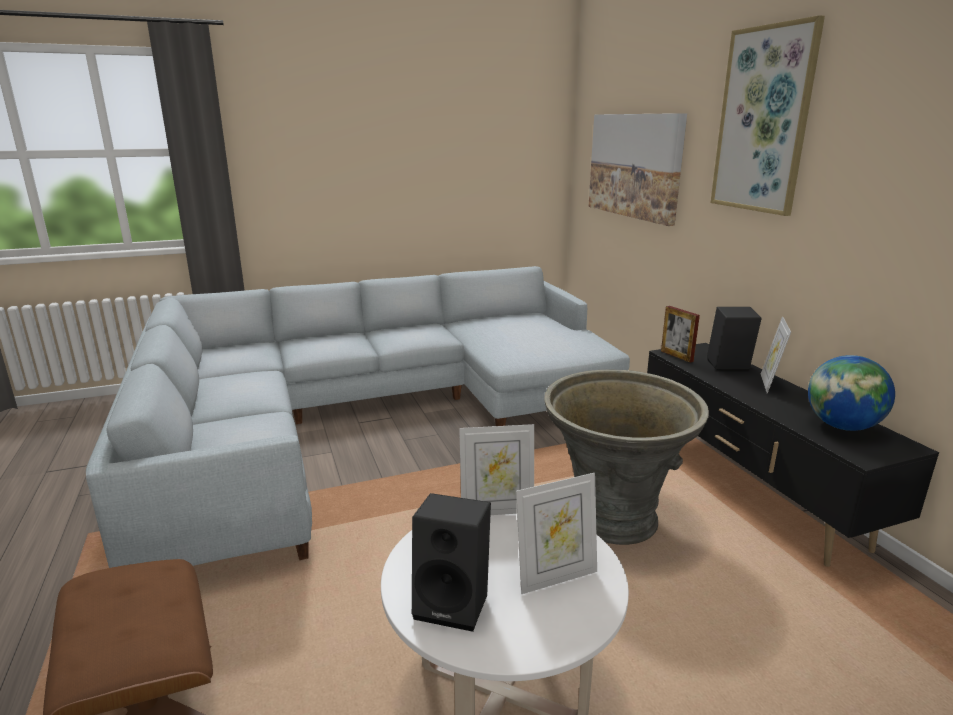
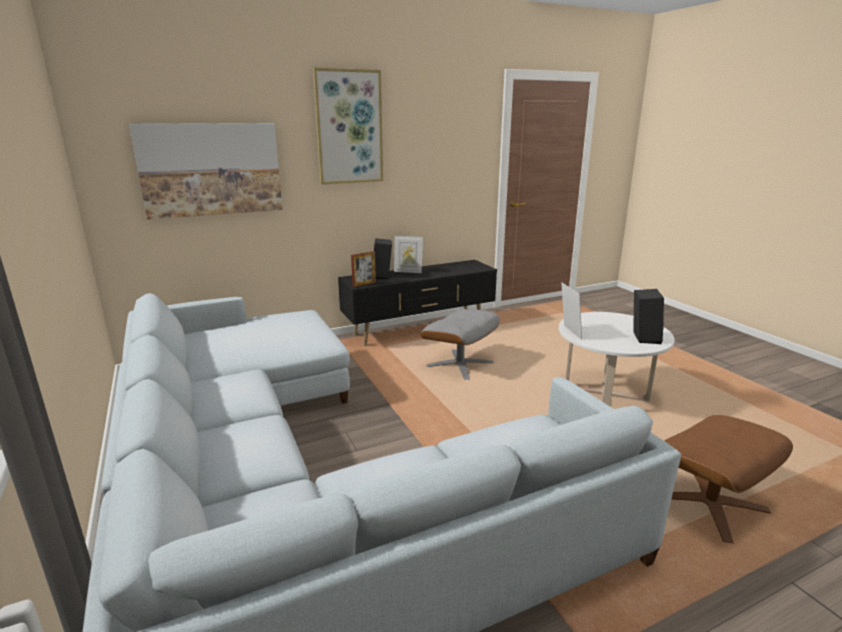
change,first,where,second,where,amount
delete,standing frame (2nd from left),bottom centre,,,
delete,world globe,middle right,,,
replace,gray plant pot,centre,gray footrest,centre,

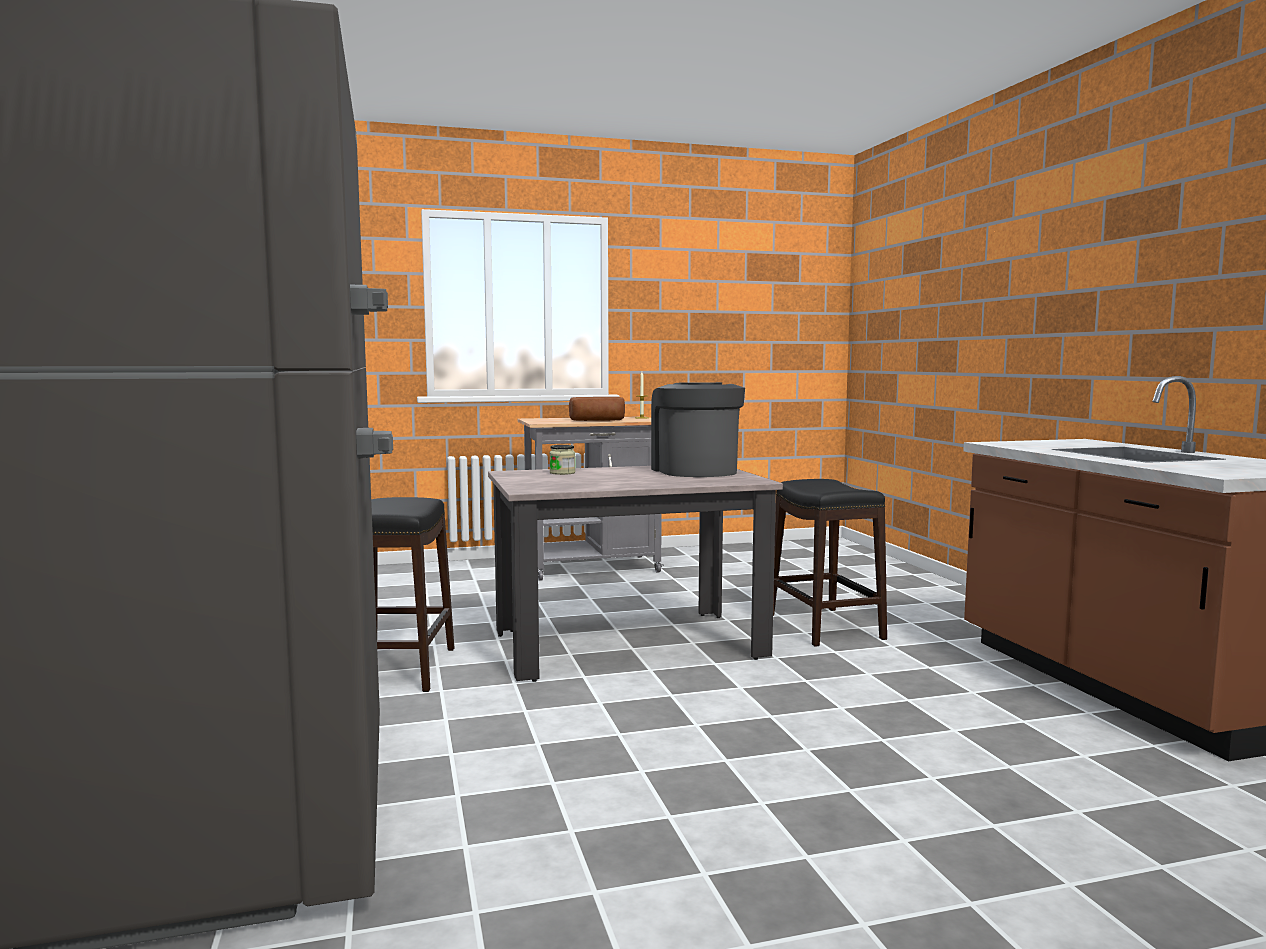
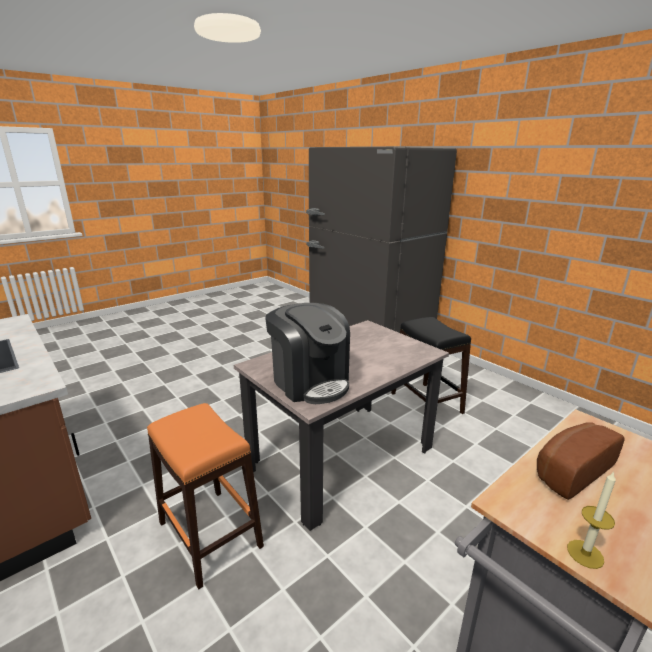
change,first,where,second,where,amount
delete,jar,centre,,,
recolor,blackish sitting stool (2nd from left),centre,orangey sitting stool,bottom left,

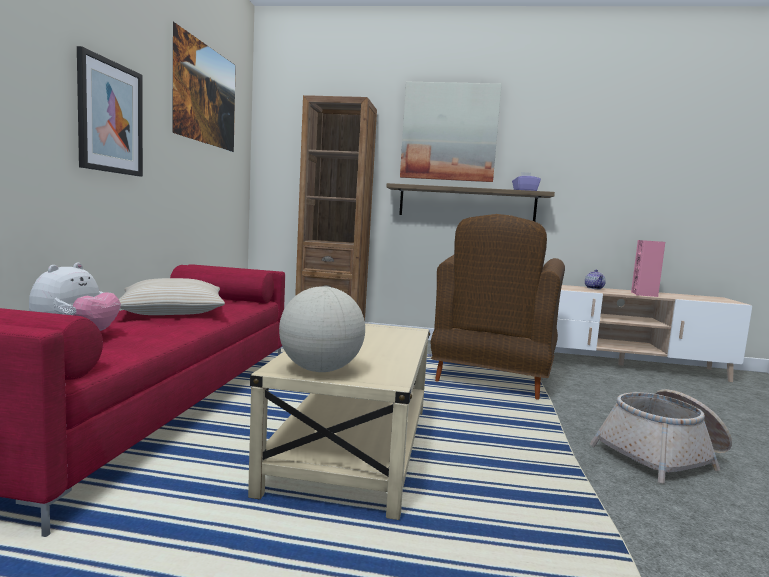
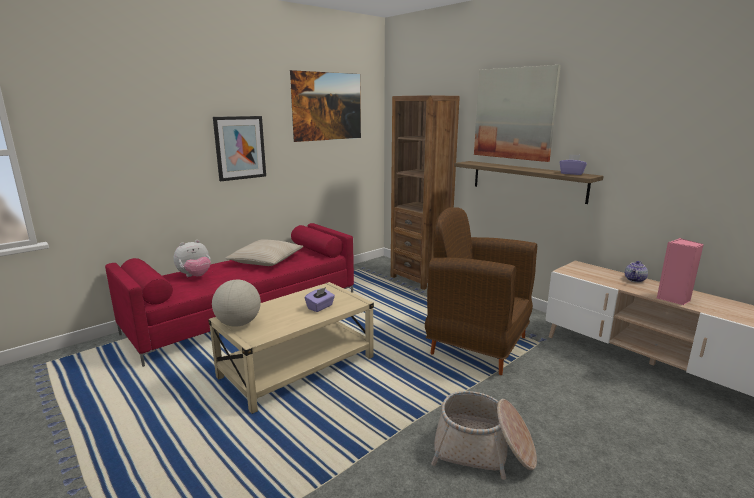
change,first,where,second,where,amount
insert,,,purple-coloured tissue box (1st from left),centre,
rotate,brown armchair,centre,,centre,60 degrees clockwise

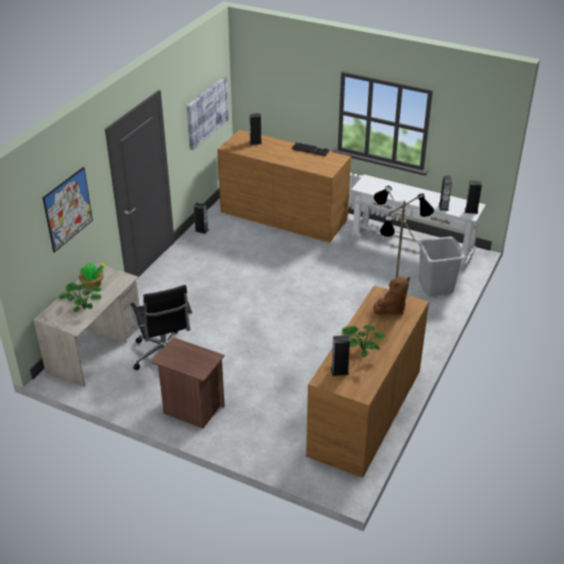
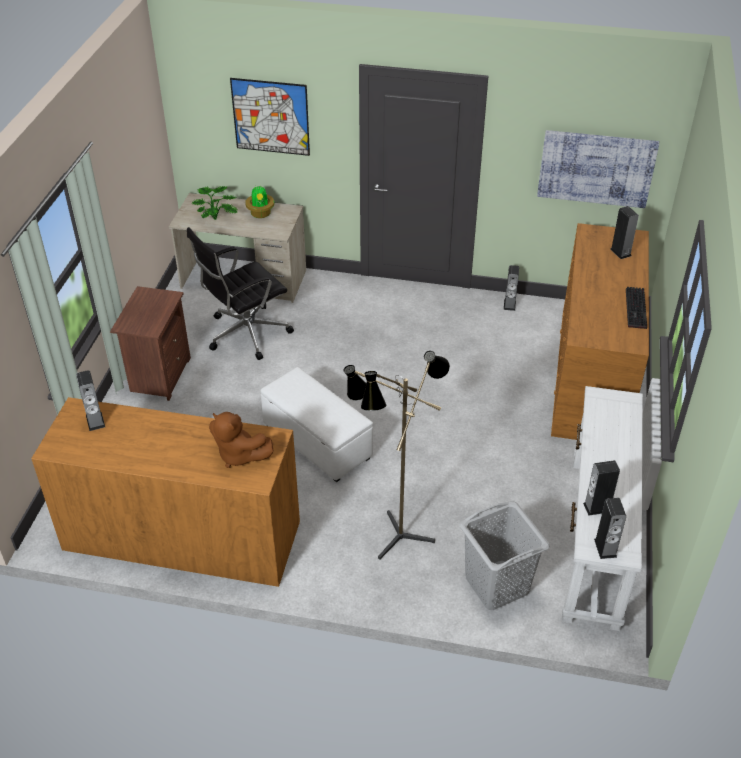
change,first,where,second,where,amount
delete,houseplant (3rd from left),centre,,,
insert,,,white-coloured footrest,centre,

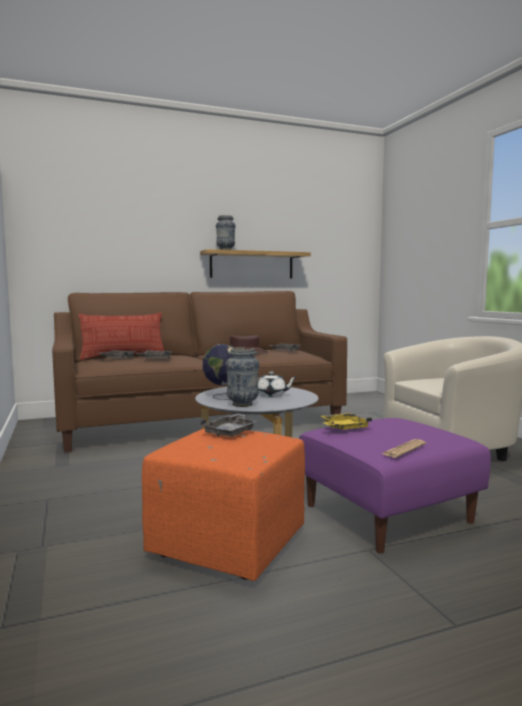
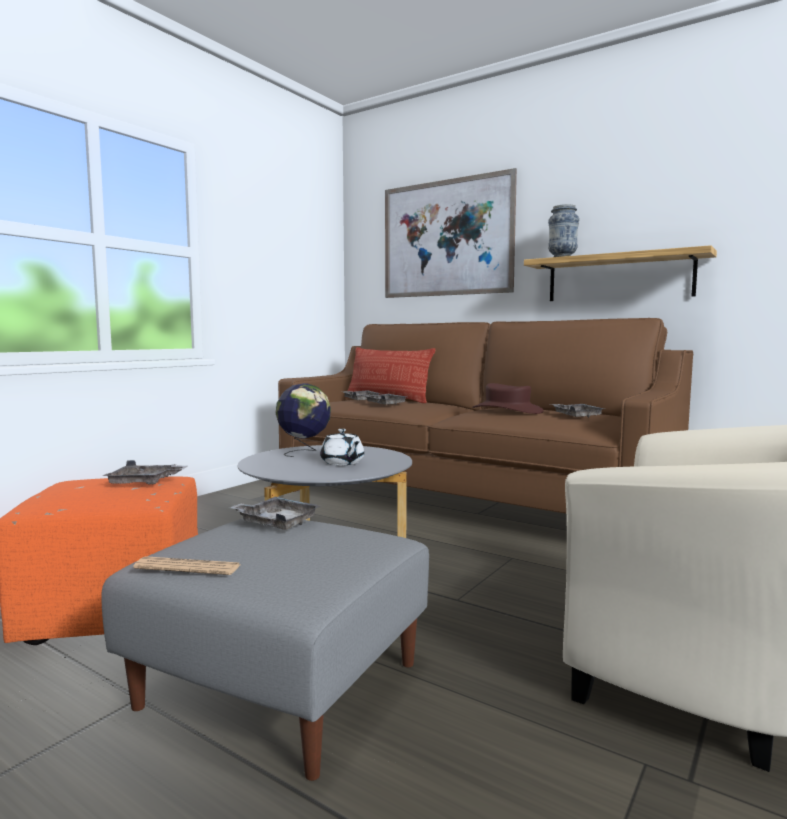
change,first,where,second,where,amount
delete,vase (2nd from left),centre,,,
insert,,,wall picture,top centre,
recolor,purple-coloured footrest,bottom right,gray footrest,bottom centre,
recolor,yellowish tray,centre,gray tray (2nd from left),centre,

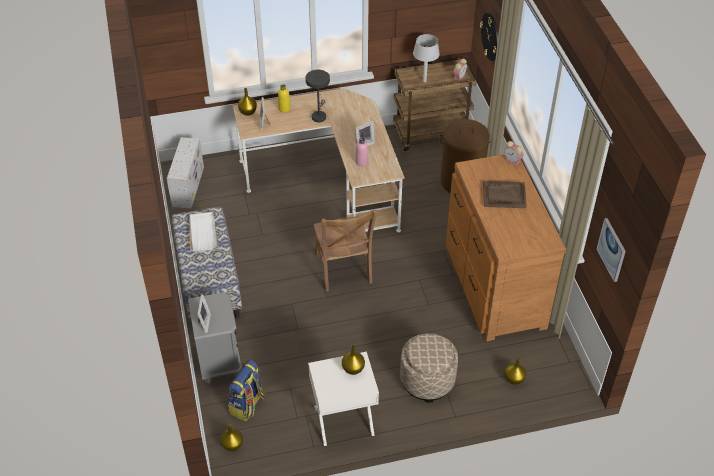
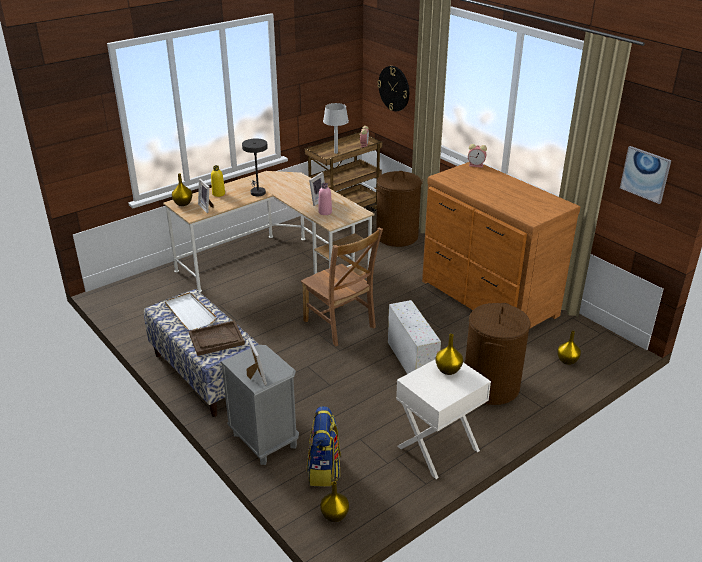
change,first,where,second,where,amount
move,white-coloured storage bin,middle left,,centre,
move,brown tray,middle right,,middle left,
replace,beige-coloured footrest,bottom centre,brown hamper (2nd from left),middle right,

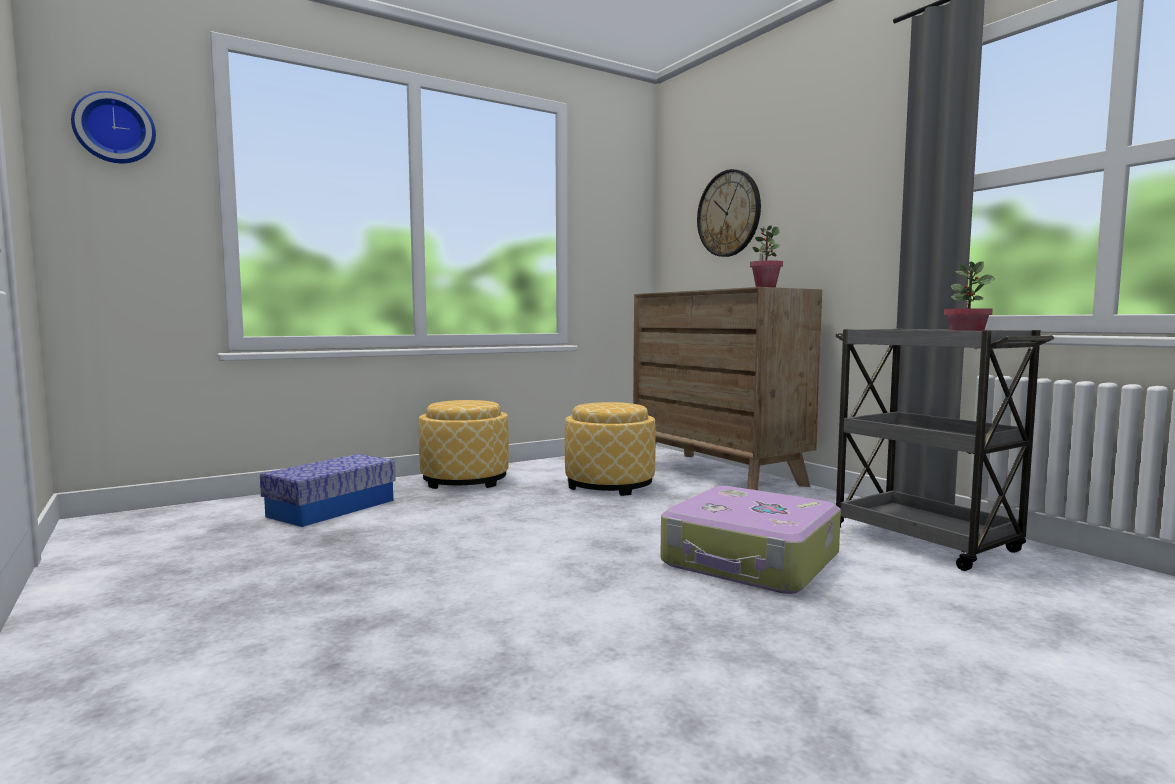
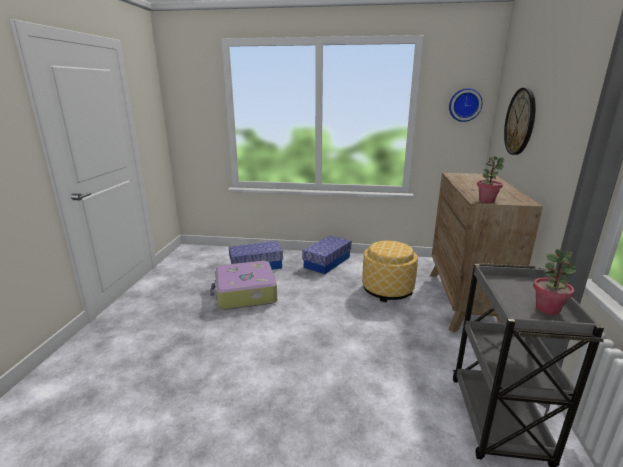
change,first,where,second,where,amount
move,clock on the wall (1st from left),top left,,top right,
move,piece of luggage,bottom centre,,centre,
replace,footrest (1st from left),centre,storage bin (2nd from left),centre,

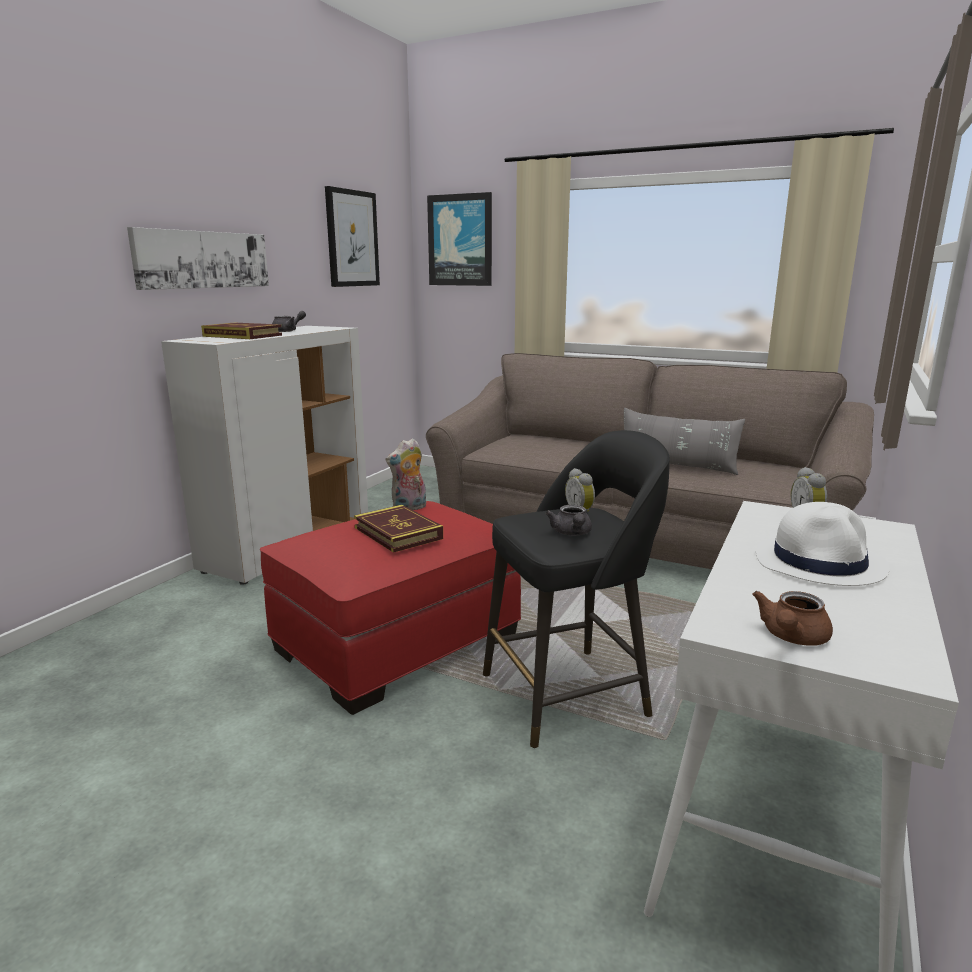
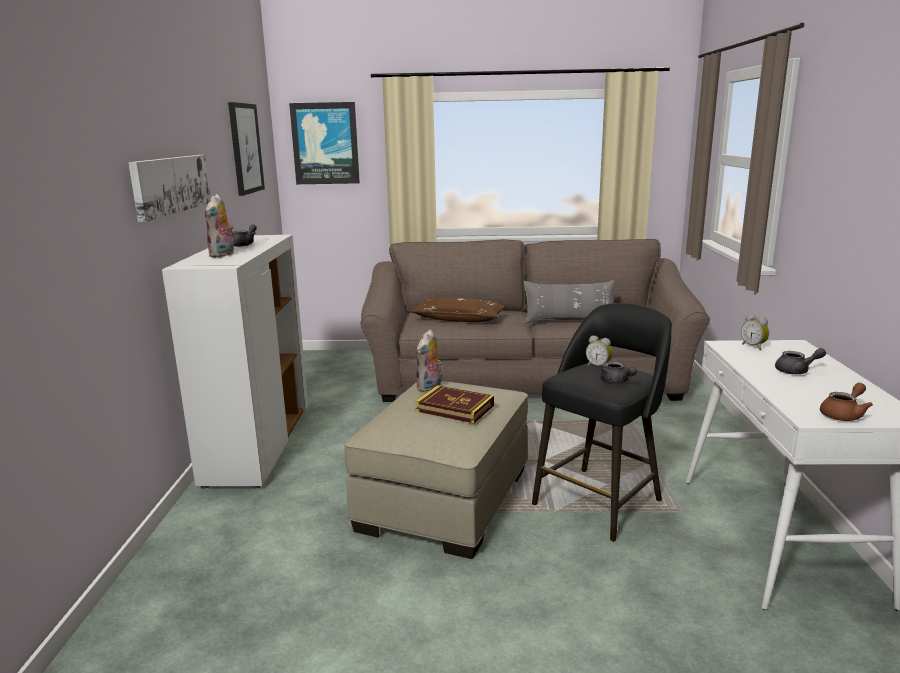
change,first,where,second,where,amount
insert,,,brown cushion,centre,
replace,bound book (1st from left),middle left,soft toy (1st from left),middle left,
replace,white-coloured hat,middle right,gray teapot (3rd from left),middle right,
recolor,reddish footrest,centre,beige-coloured footrest,bottom centre,
rotate,brown teapot,middle right,,middle right,135 degrees counterclockwise

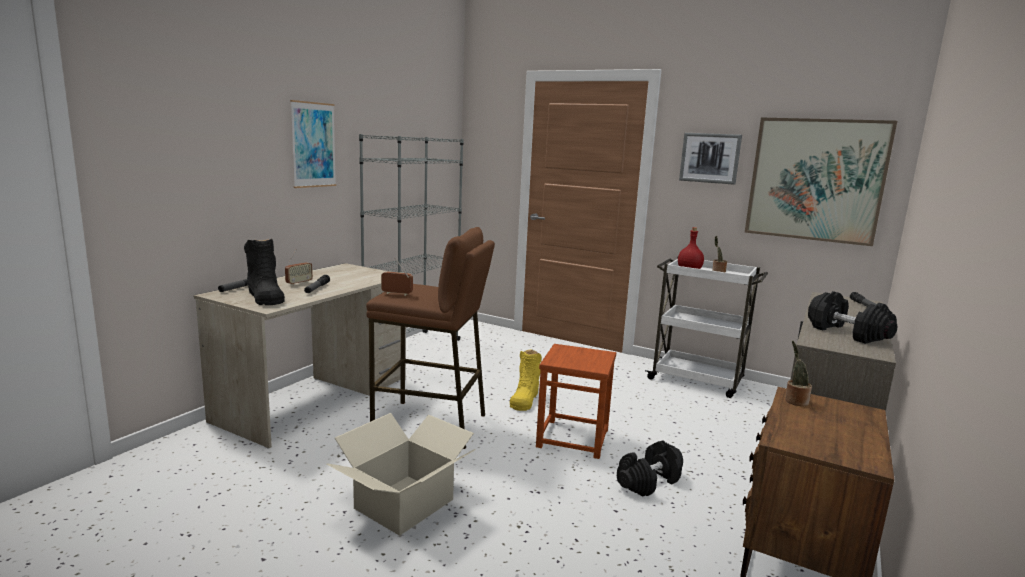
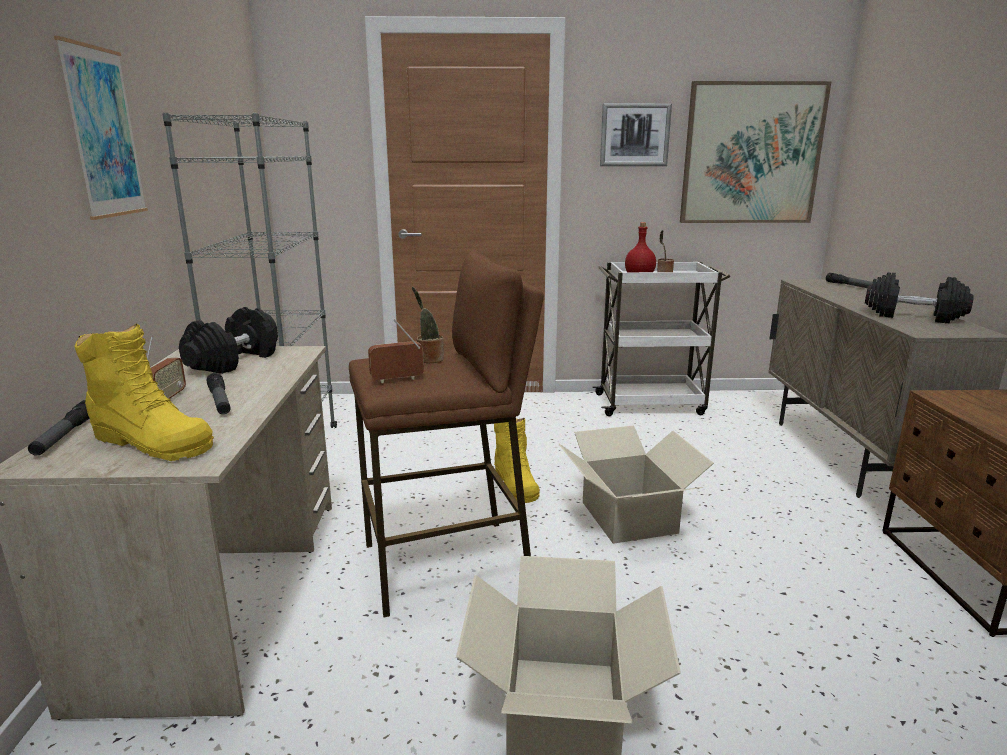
change,first,where,second,where,amount
move,blackish dumbbell (1st from left),bottom centre,,middle left,
move,houseplant (2nd from left in the first image),middle right,houseplant (1st from left),centre,
replace,brown sitting stool (2nd from left),bottom centre,cardboard box (2nd from left),centre,
recolor,blackish boot,middle left,yellowish boot (1st from left),middle left,

